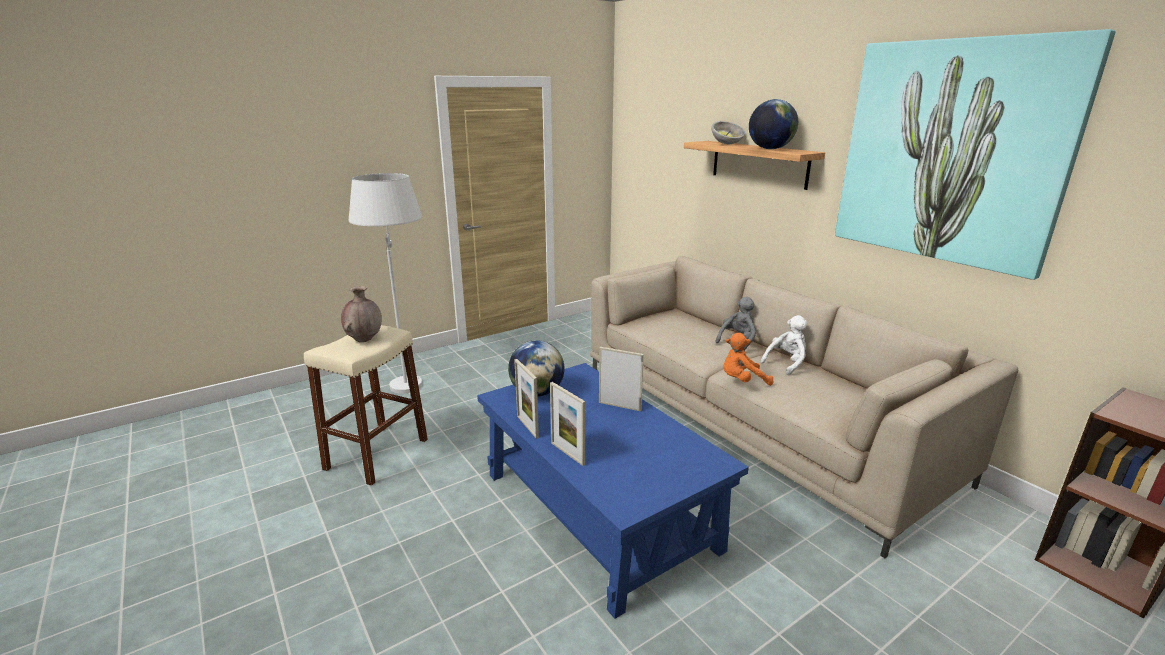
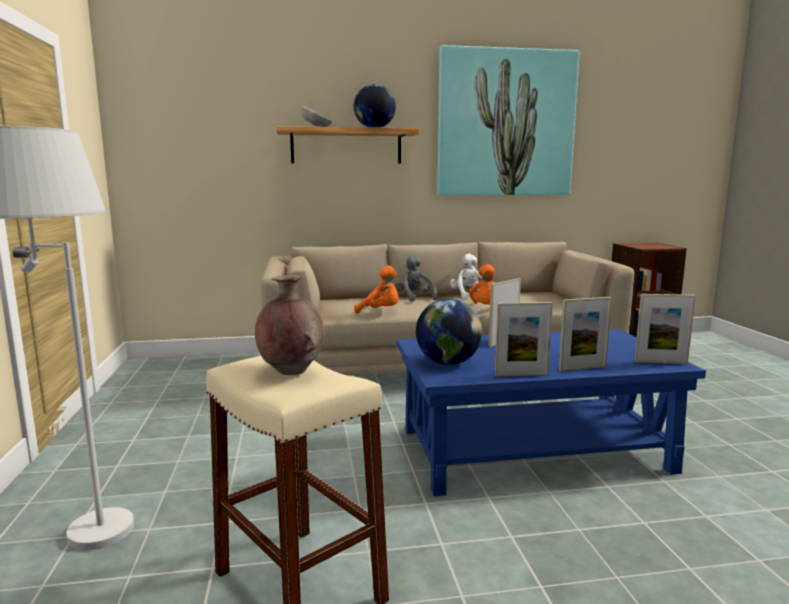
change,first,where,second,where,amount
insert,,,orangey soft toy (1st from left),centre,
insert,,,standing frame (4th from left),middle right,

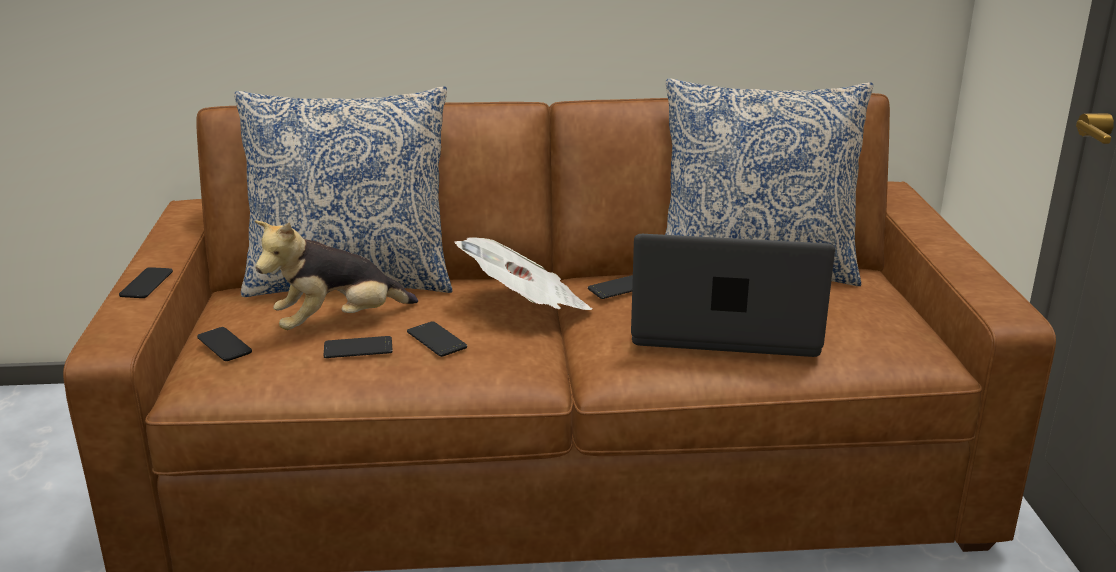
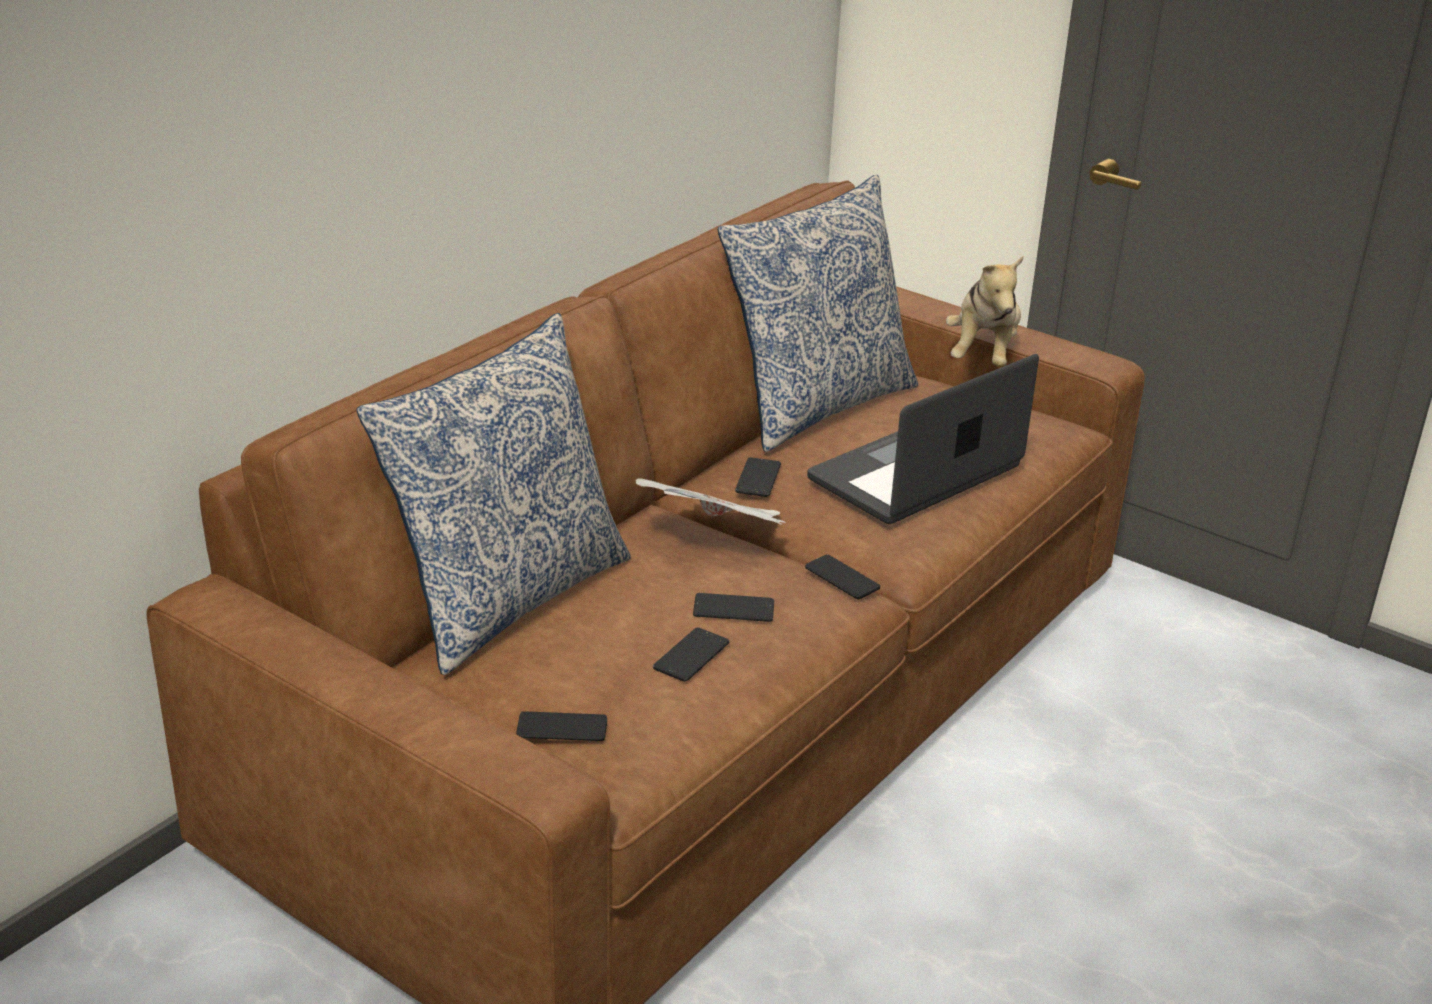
change,first,where,second,where,amount
move,telephone (1st from left in the first image),middle left,telephone (5th from left),centre,
move,soft toy,middle left,,top right,

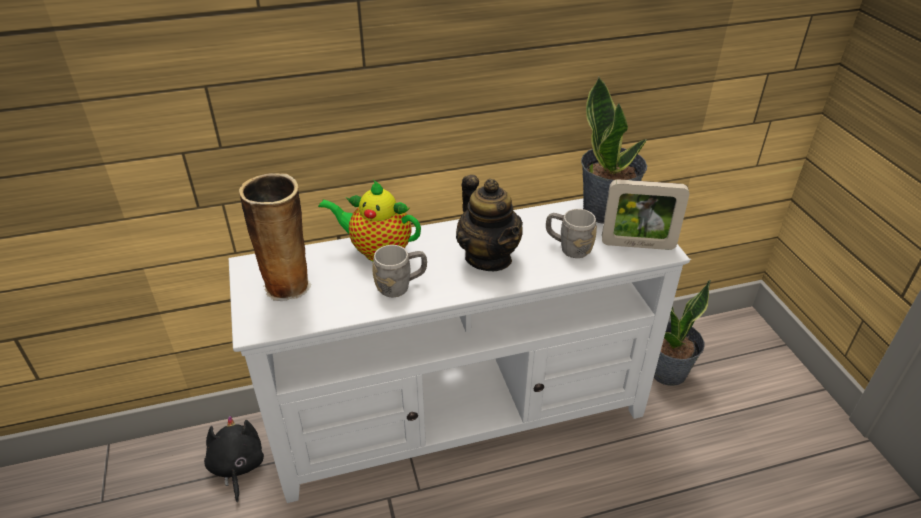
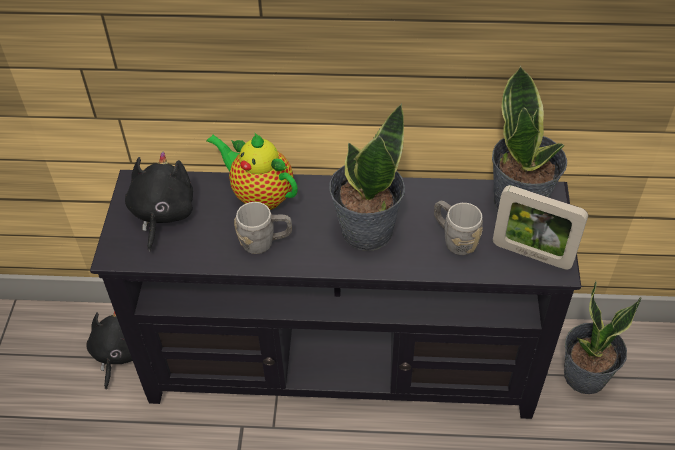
change,first,where,second,where,amount
replace,vase,middle left,blackish soft toy (2nd from left),middle left,
replace,teapot (2nd from left),centre,houseplant (1st from left),centre,
recolor,white-coloured media console,bottom centre,blackish media console,centre,

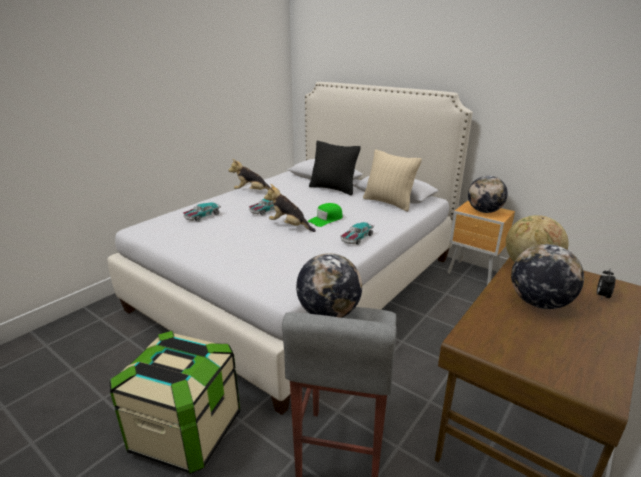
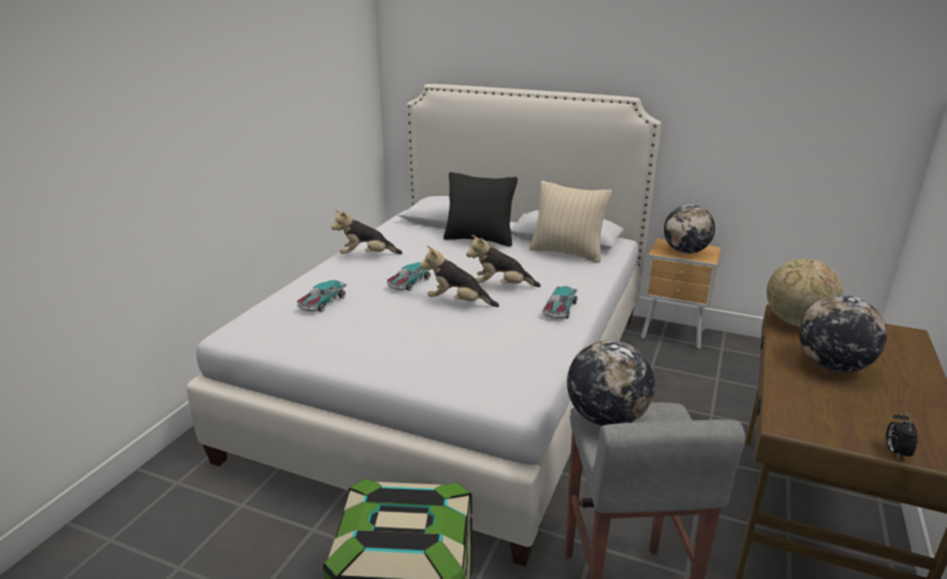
change,first,where,second,where,amount
move,table clock,middle right,,bottom right,
replace,greenish cap,centre,soft toy (3rd from left),centre,

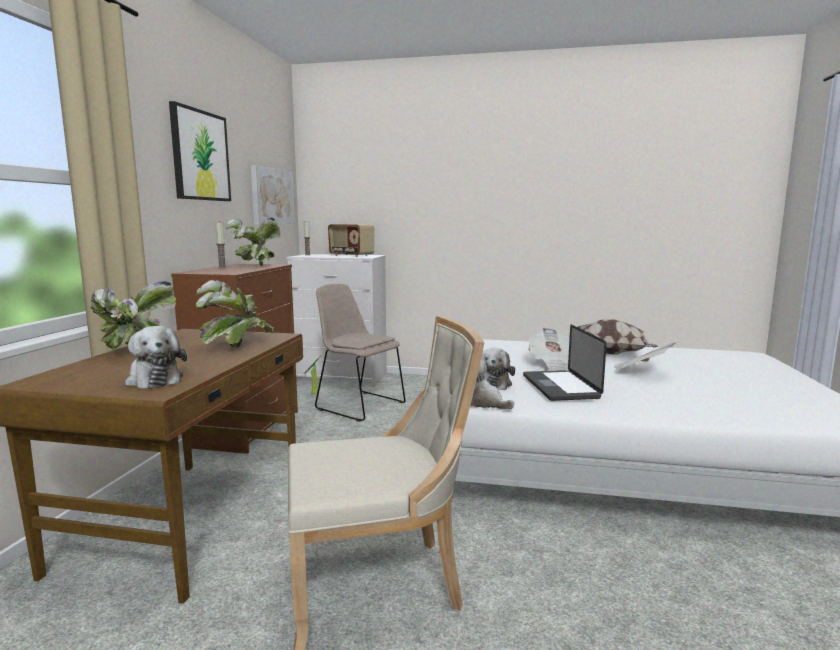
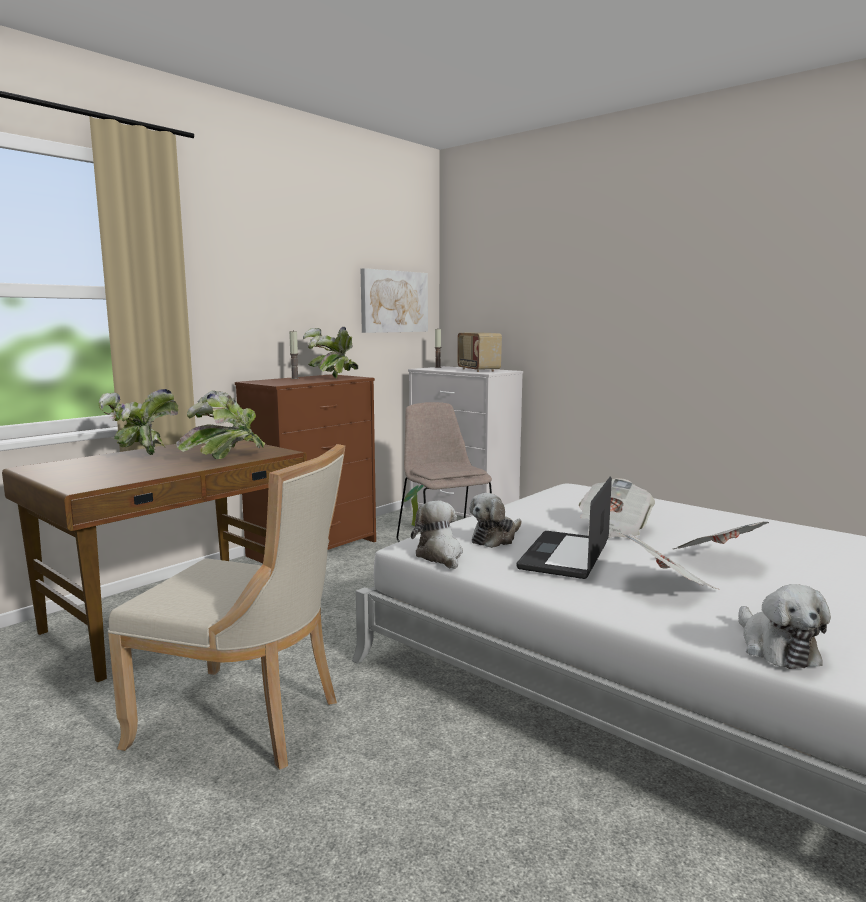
change,first,where,second,where,amount
delete,wall picture (1st from left),top left,,,
delete,cushion,middle right,,,
insert,,,printed paper (2nd from left),middle right,
move,soft toy (1st from left in the first image),middle left,soft toy (3rd from left),bottom right,

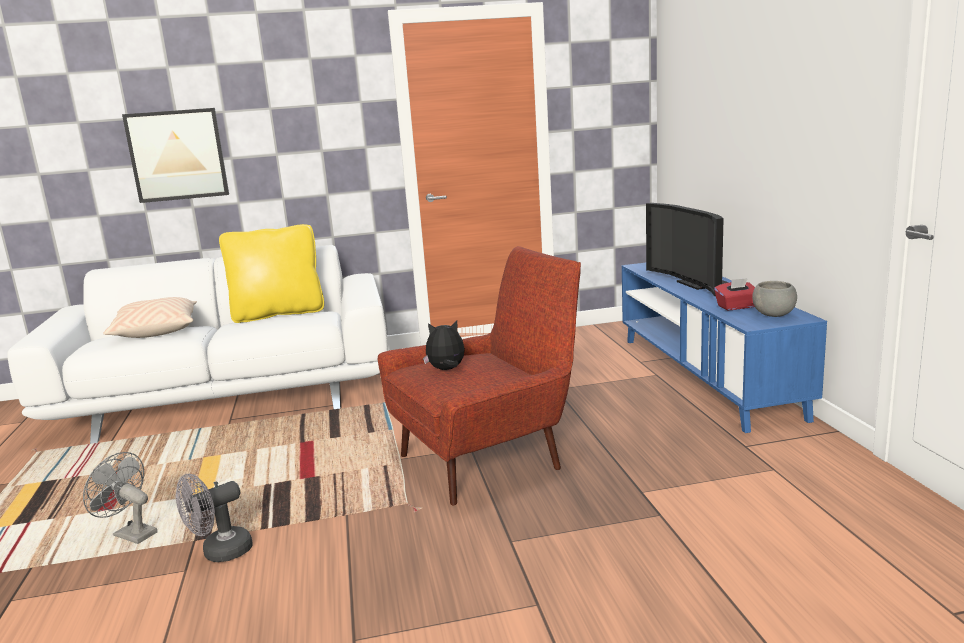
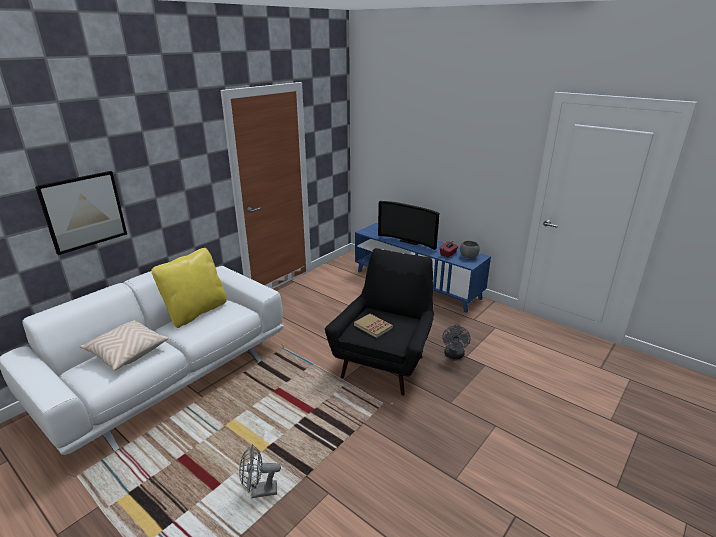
change,first,where,second,where,amount
move,gray fan (2nd from left),bottom left,,centre,
replace,soft toy,centre,bound book,centre,
recolor,reddish armchair,centre,blackish armchair,centre,

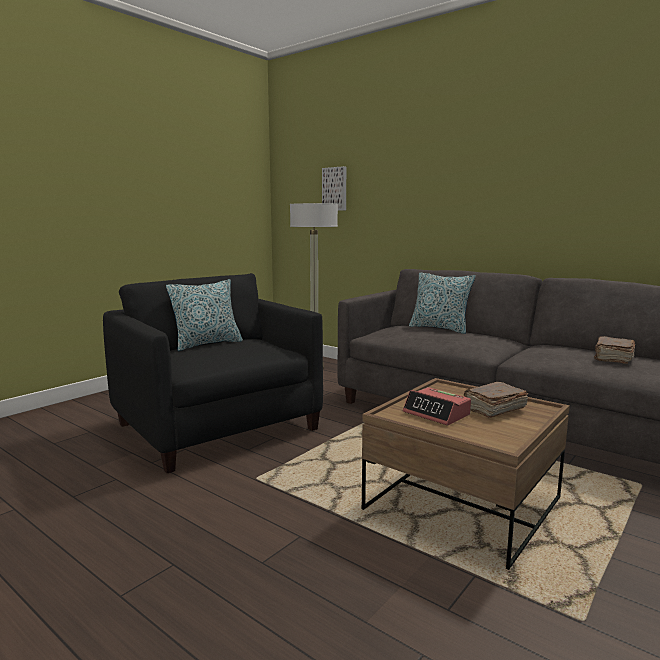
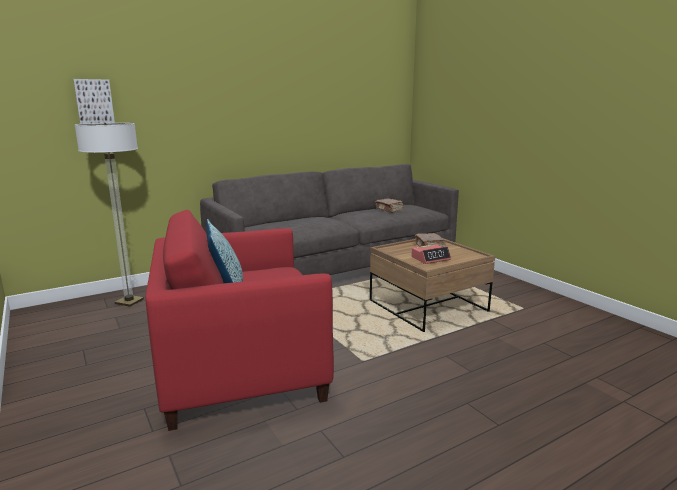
change,first,where,second,where,amount
delete,cushion (2nd from left),middle right,,,
recolor,blackish armchair,middle left,reddish armchair,centre,

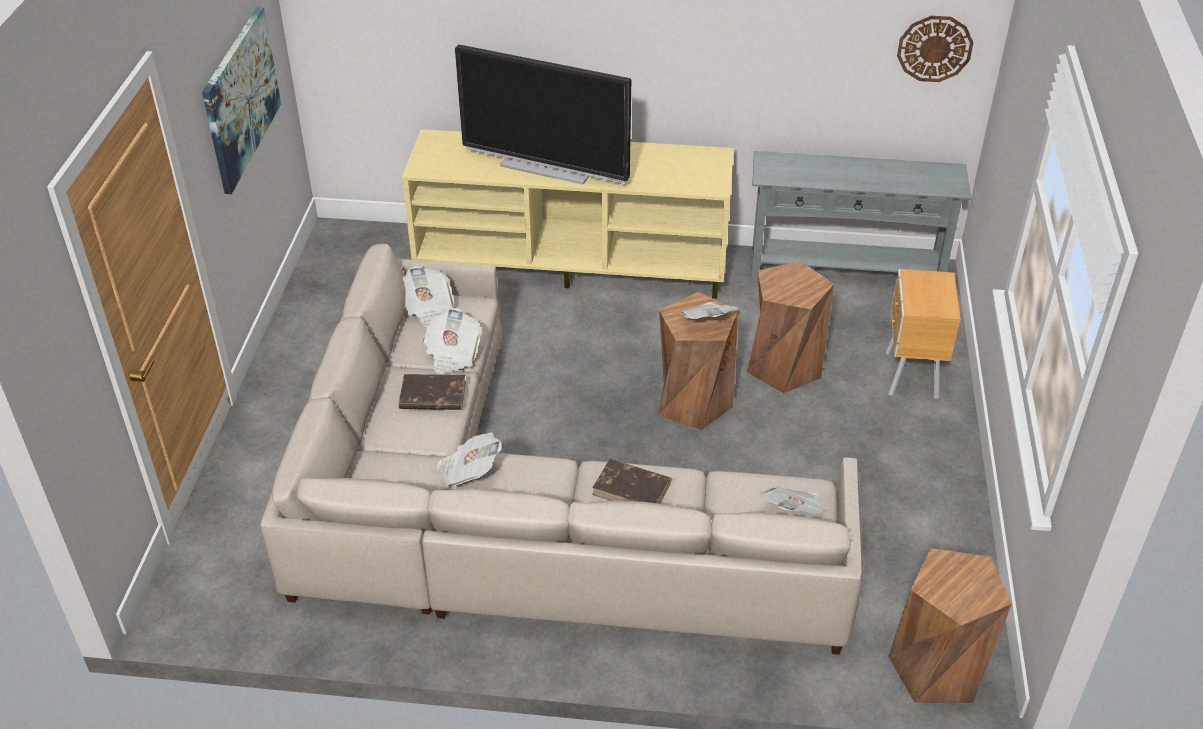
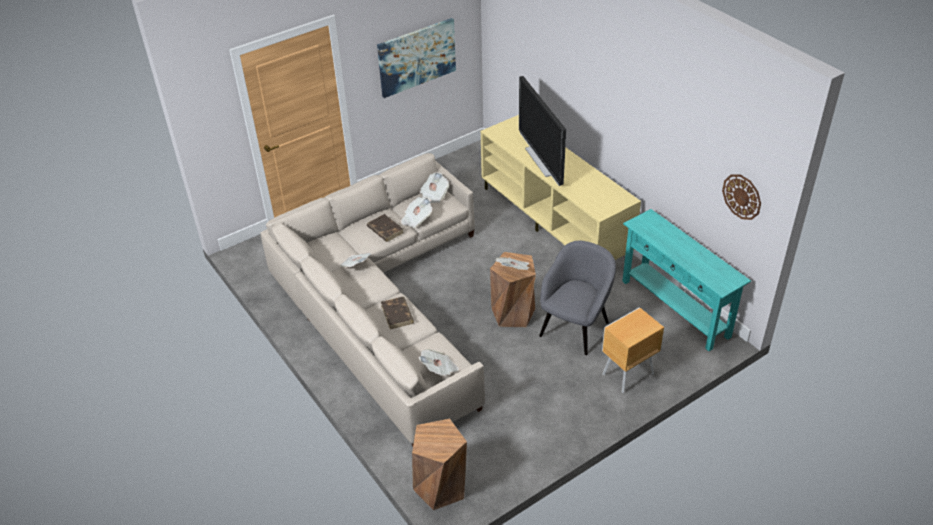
change,first,where,second,where,amount
replace,brown sitting stool (2nd from left),centre,gray armchair,centre,
recolor,gray narrow table,top right,turquoise narrow table,middle right,

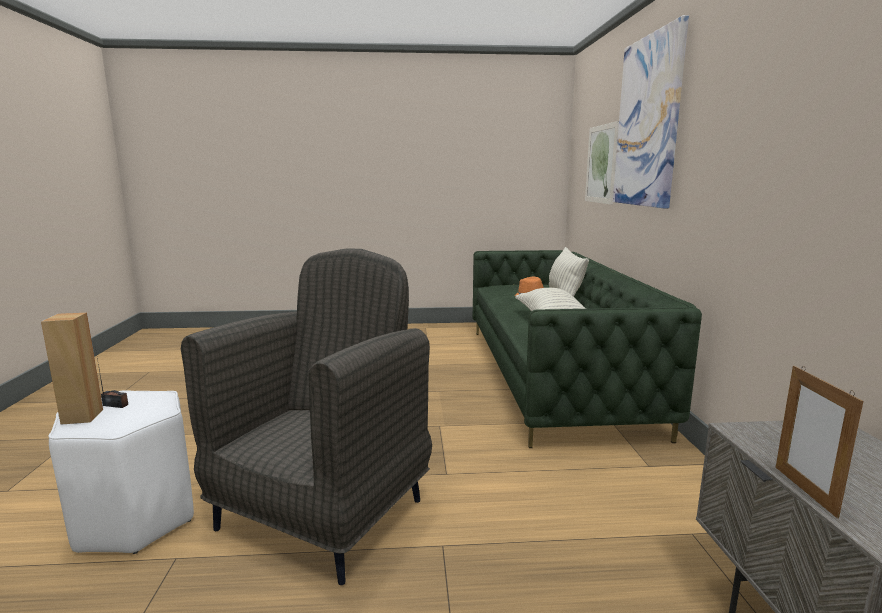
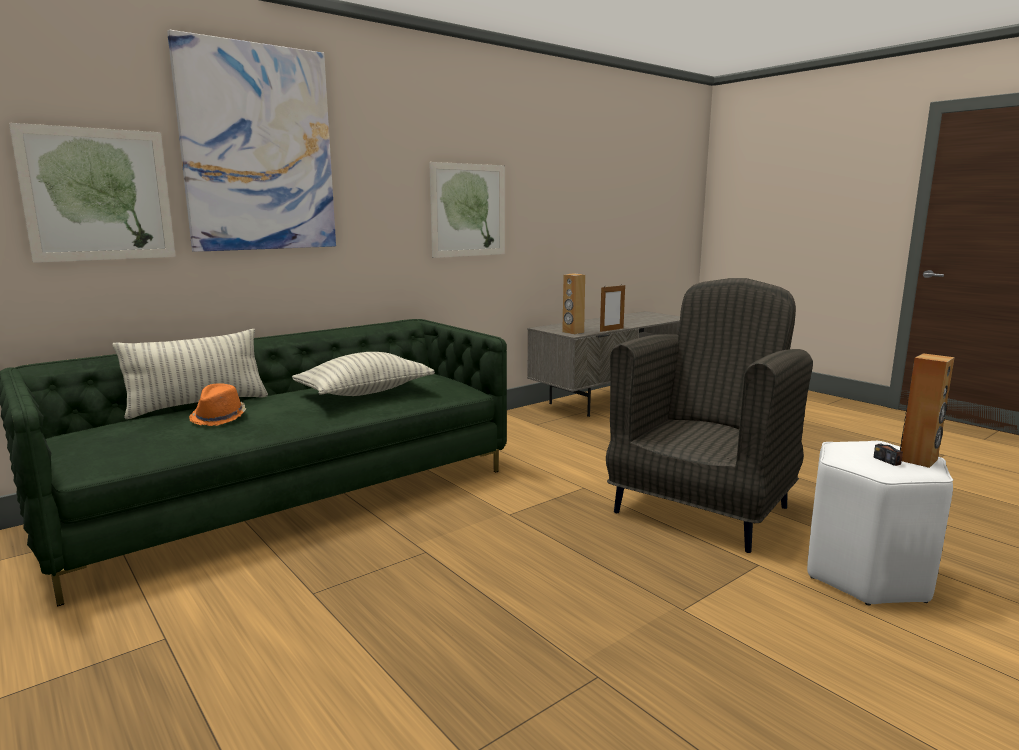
change,first,where,second,where,amount
insert,,,wall picture (3rd from left),top centre,
insert,,,brown audio speaker (1st from left),centre,
rotate,gray armchair,bottom centre,,middle right,135 degrees clockwise

